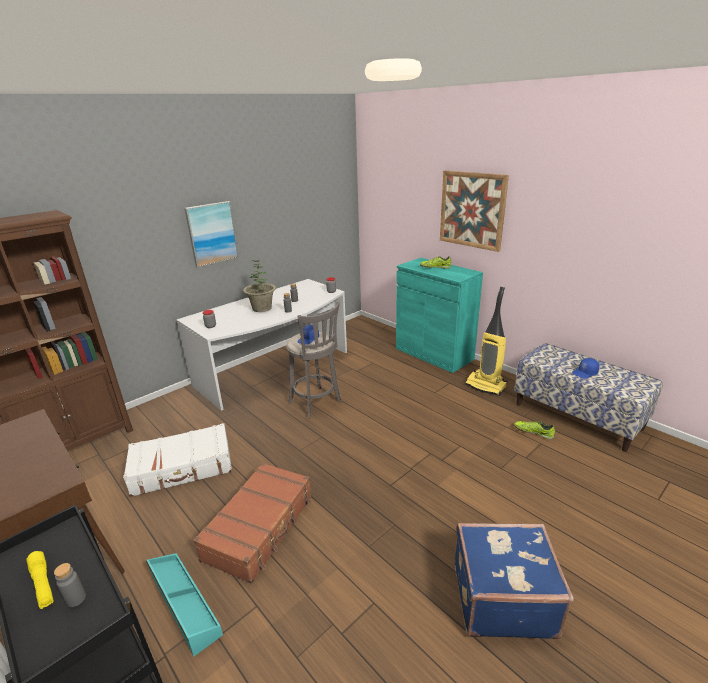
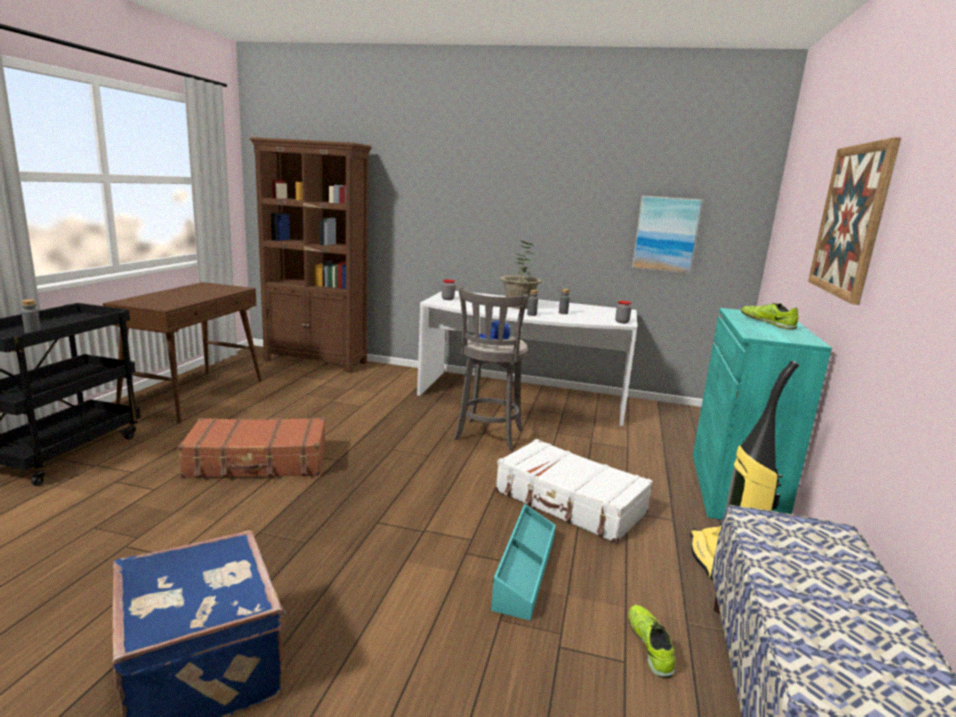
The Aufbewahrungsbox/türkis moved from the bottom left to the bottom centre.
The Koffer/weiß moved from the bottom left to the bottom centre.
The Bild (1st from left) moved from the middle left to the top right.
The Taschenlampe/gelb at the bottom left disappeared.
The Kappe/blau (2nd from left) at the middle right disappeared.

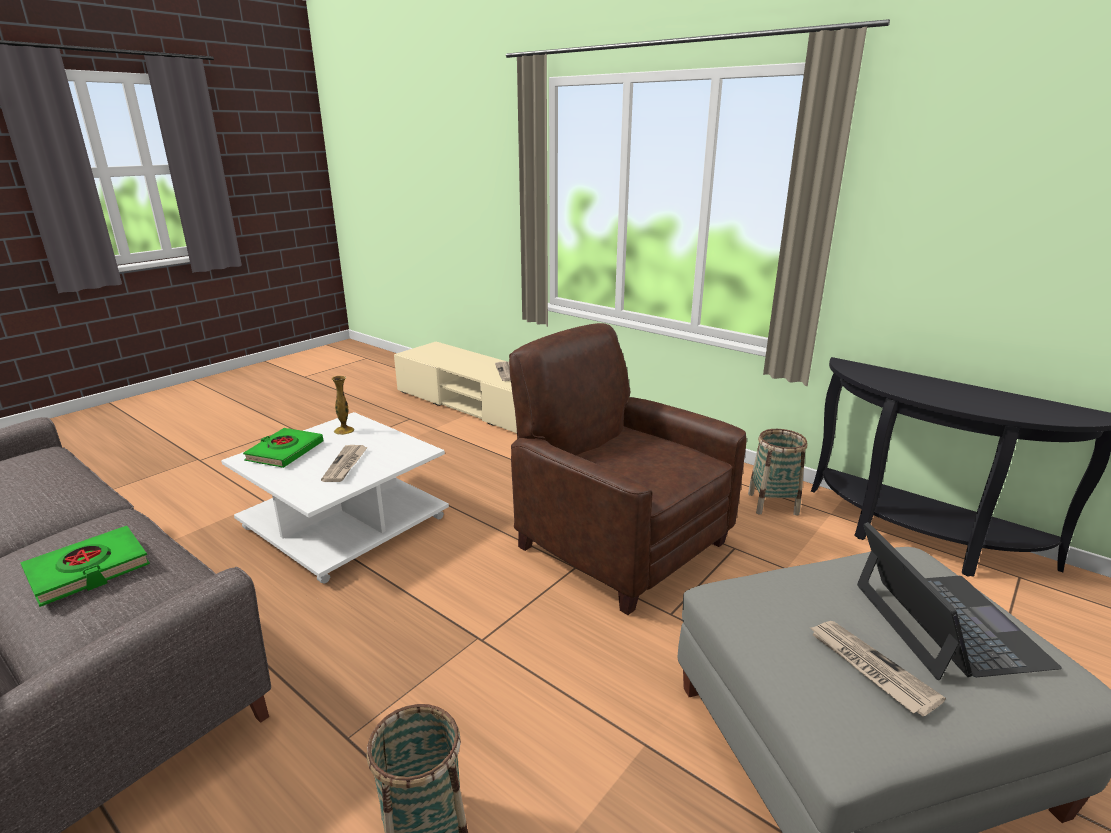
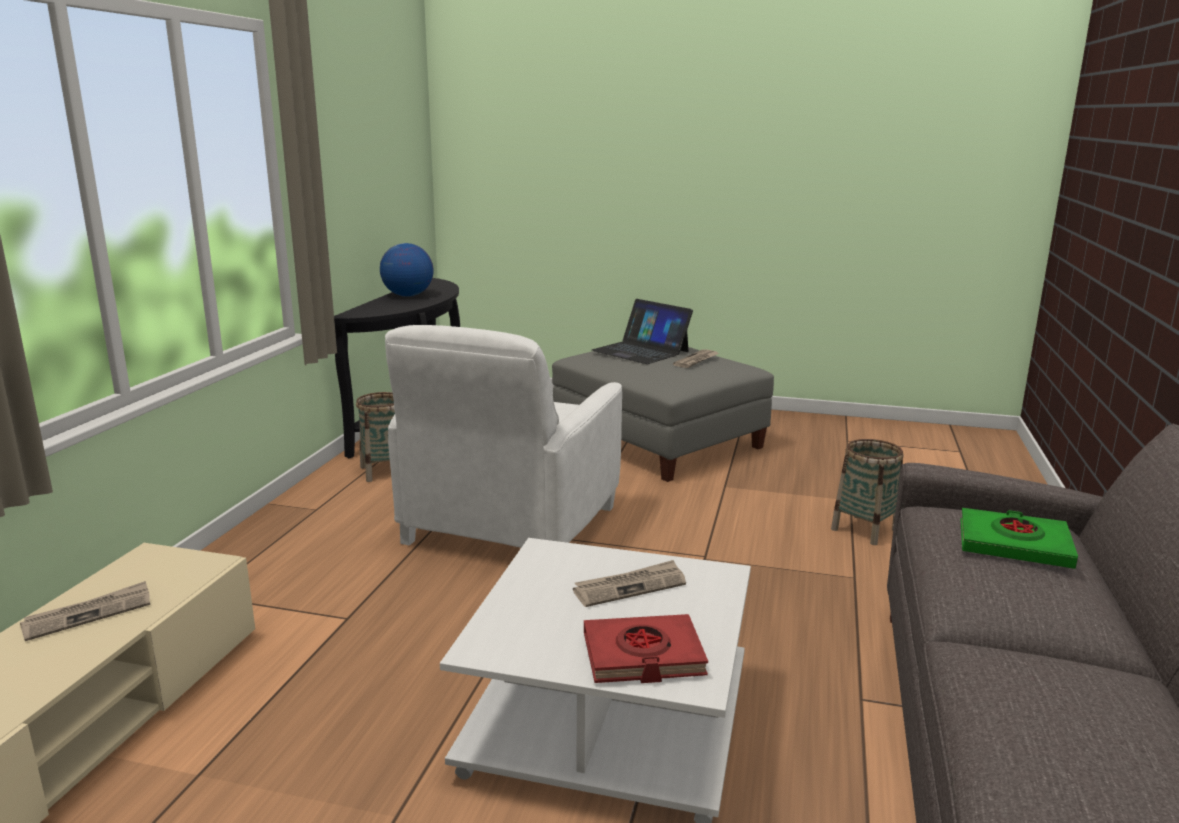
The Globus at the top centre appeared.
The Sessel/braun at the centre became the Sessel/weiß at the centre.
The Buch/grün (2nd from left) at the middle left became the Buch/rot at the bottom centre.
The Laptop at the bottom right turned 105 degrees counterclockwise.
The Vase at the middle left disappeared.

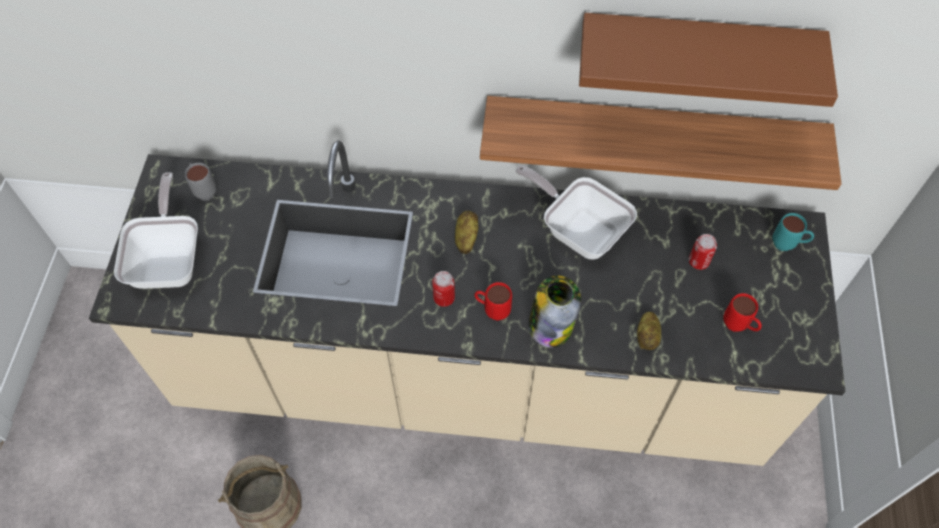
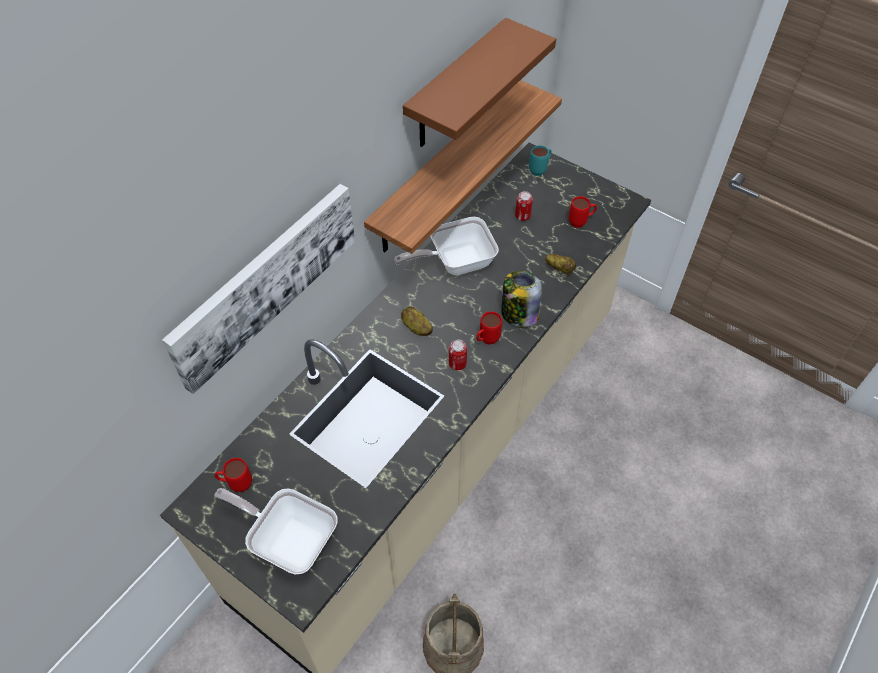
The Bild at the middle left appeared.
The Henkelbecher/grau at the middle left became the Henkelbecher/rot (1st from left) at the bottom left.

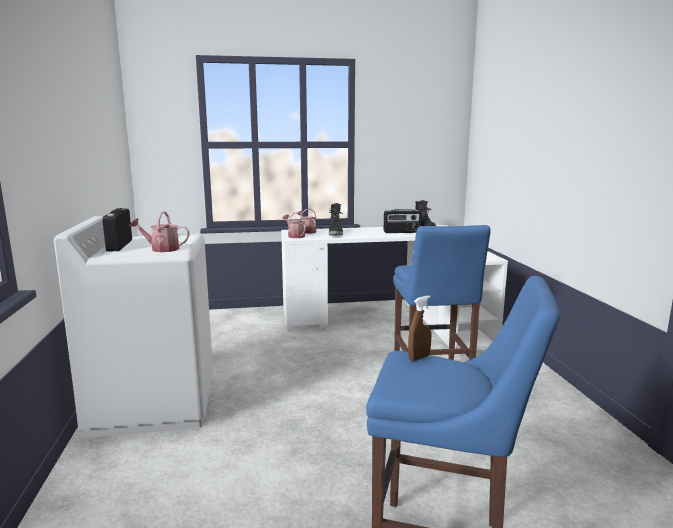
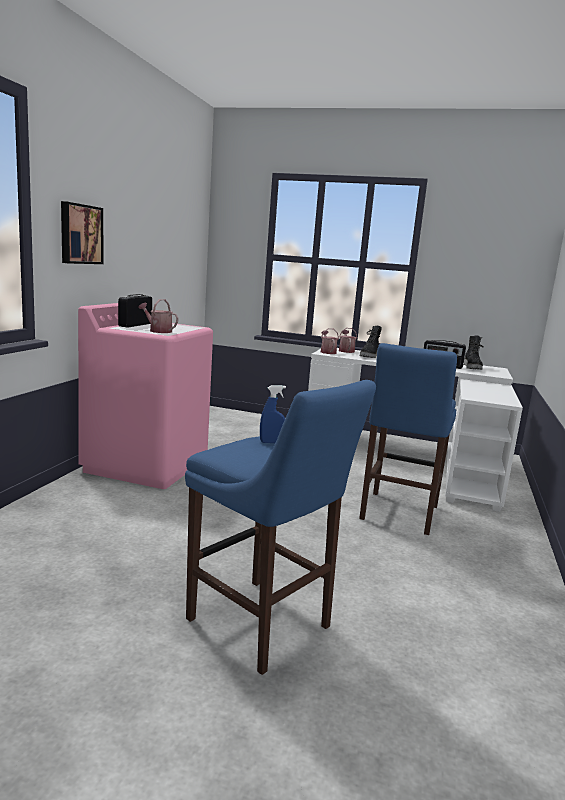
The Bild at the top left appeared.
The Waschmaschine/weiß at the middle left became the Waschmaschine/rosa at the middle left.
The Sprühflasche/braun at the centre became the Sprühflasche/blau at the centre.

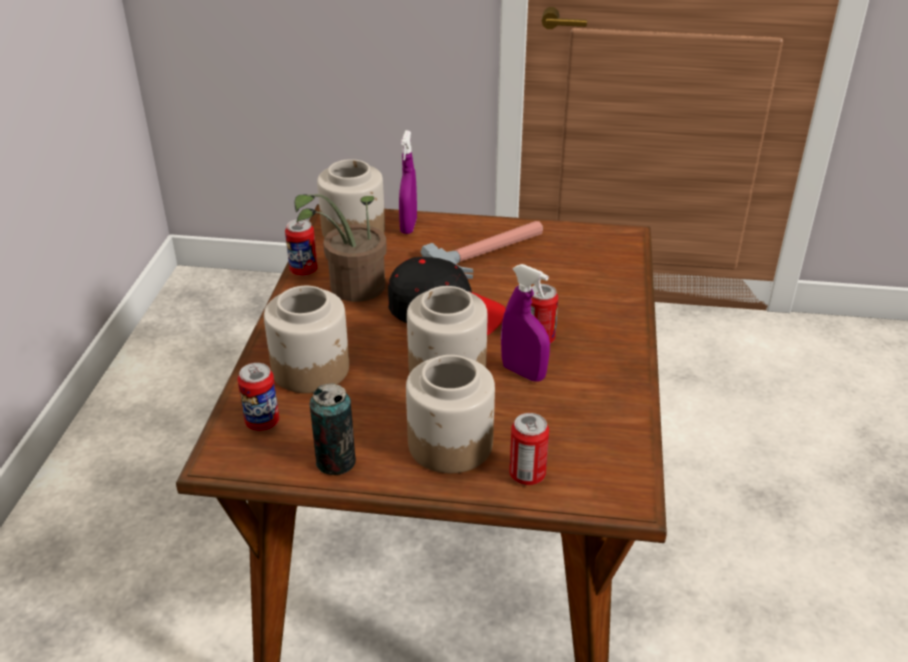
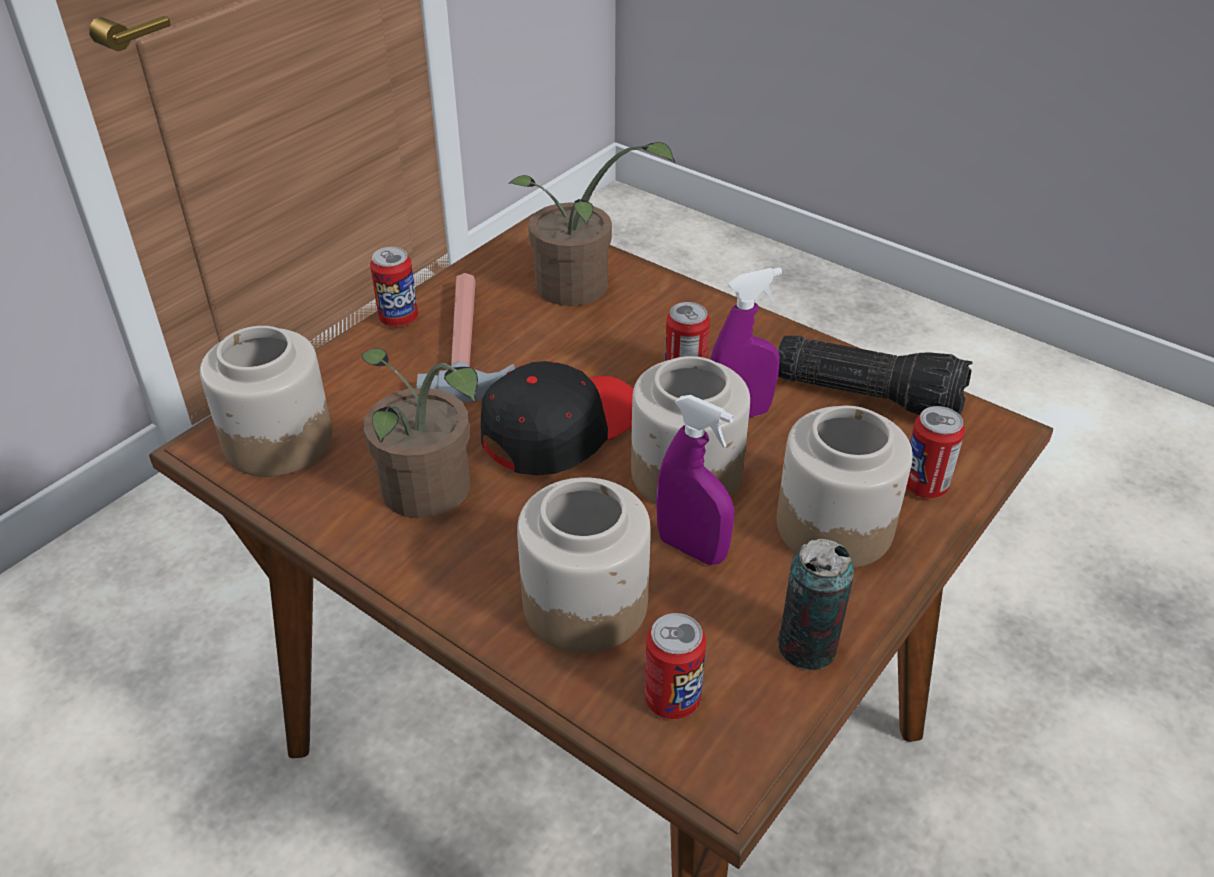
The Dose (2nd from left in the first image) moved from the middle left to the top left.
The Topfpflanze (2nd from left) at the top centre appeared.
The Sprühflasche/lila (1st from left) moved from the top centre to the centre.
The Taschenlampe at the middle right appeared.

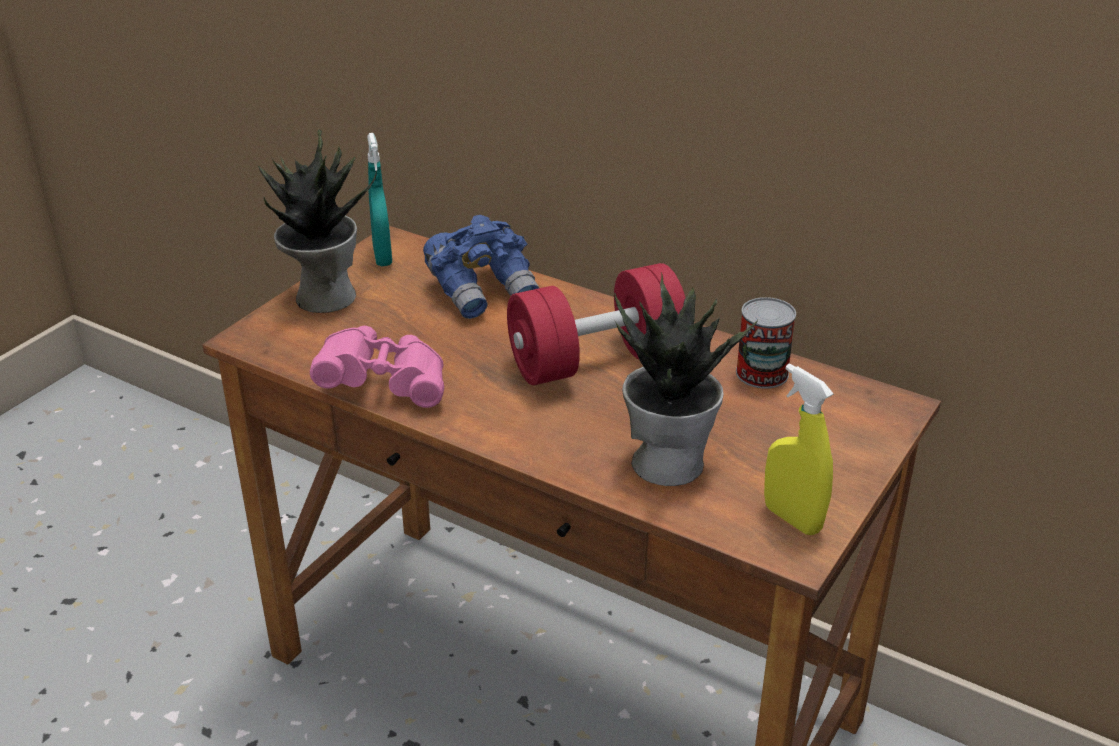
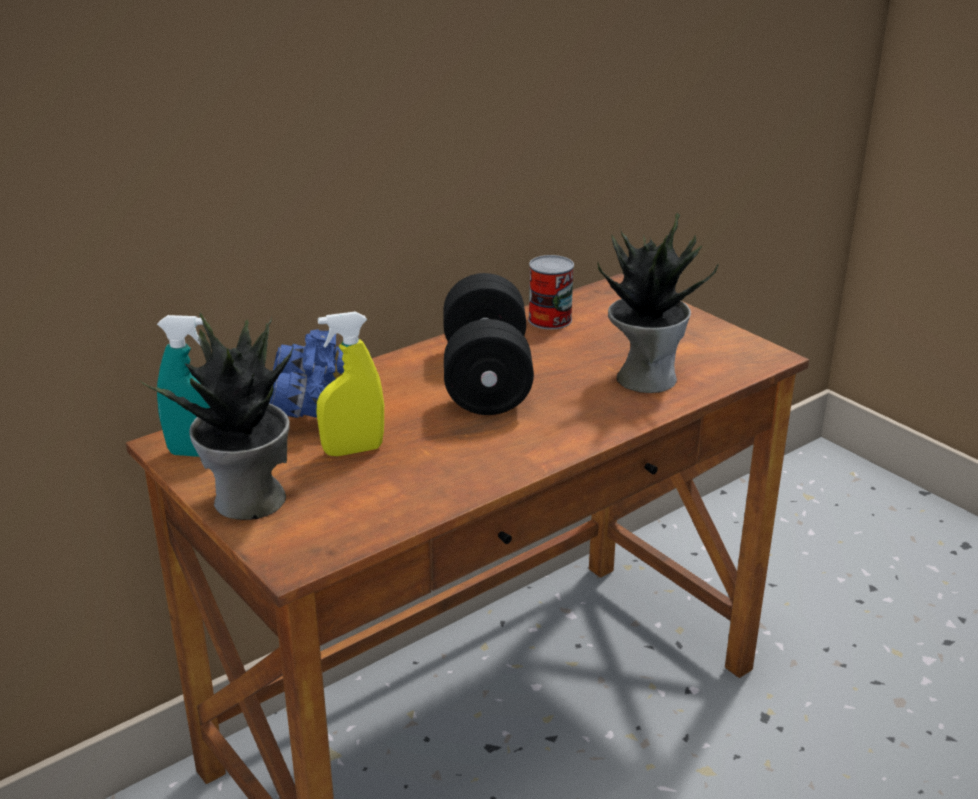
The Sprühflasche/gelb moved from the middle right to the centre.
The Hantel/rot at the centre became the Hantel/schwarz at the centre.
The Fernglas/rosa at the centre disappeared.

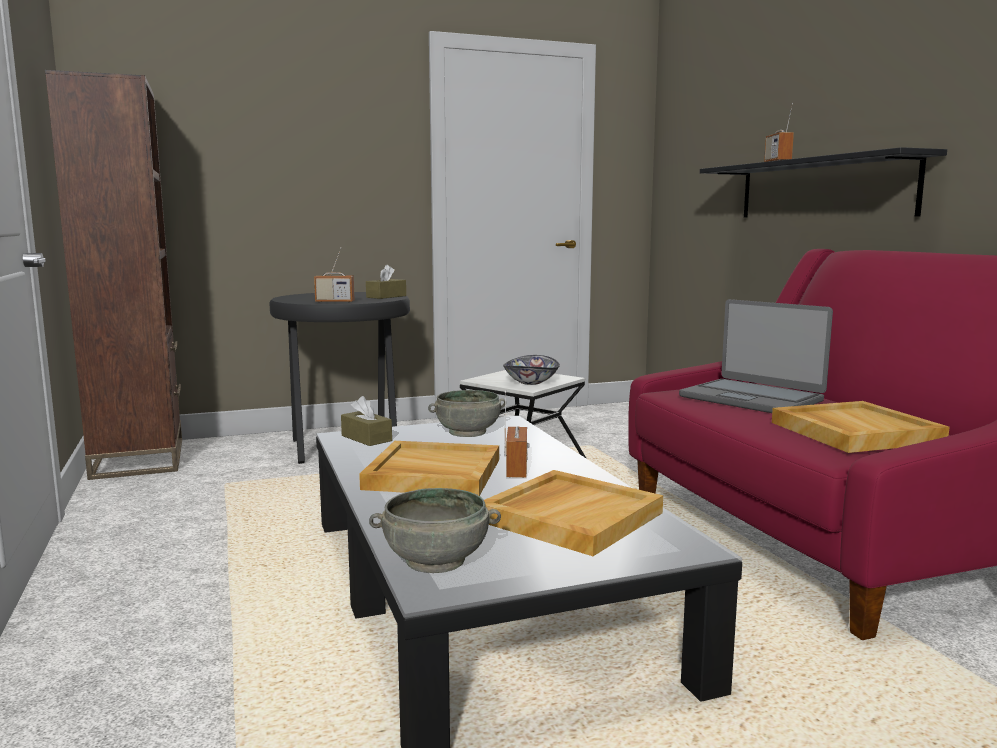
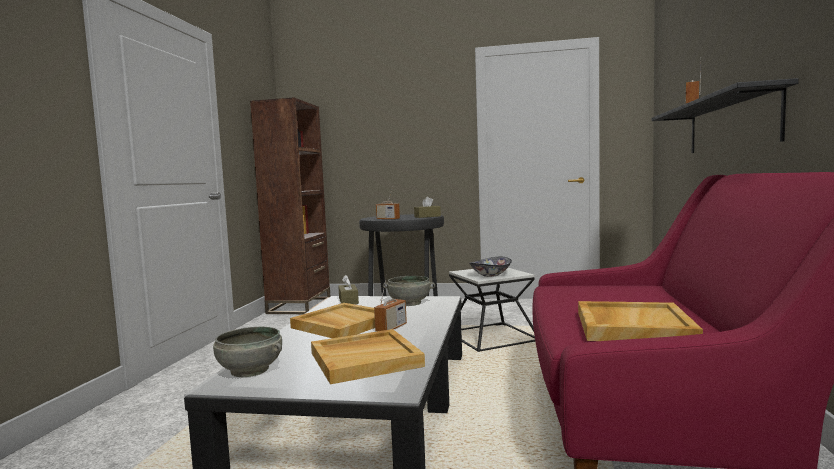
The Laptop at the middle right disappeared.

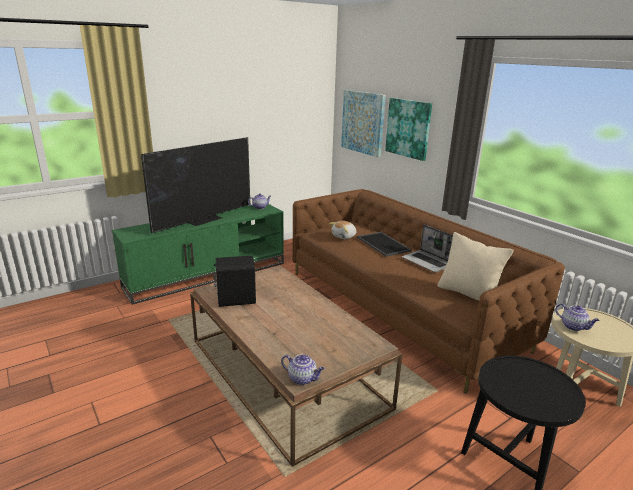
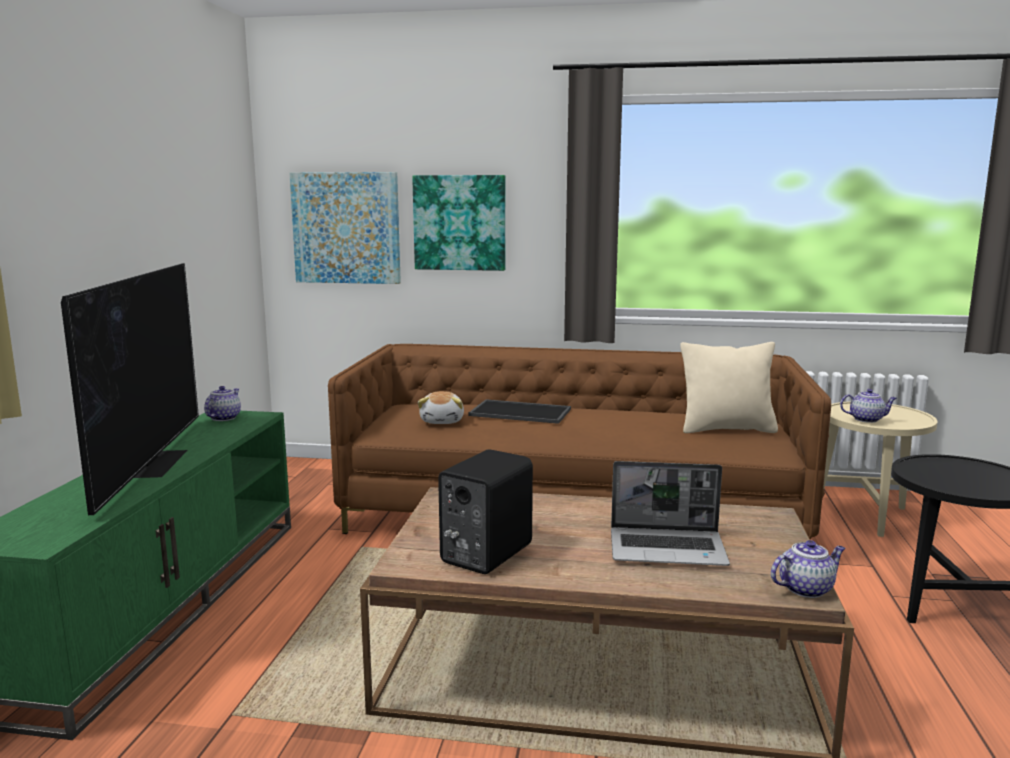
The Laptop moved from the middle right to the bottom centre.

